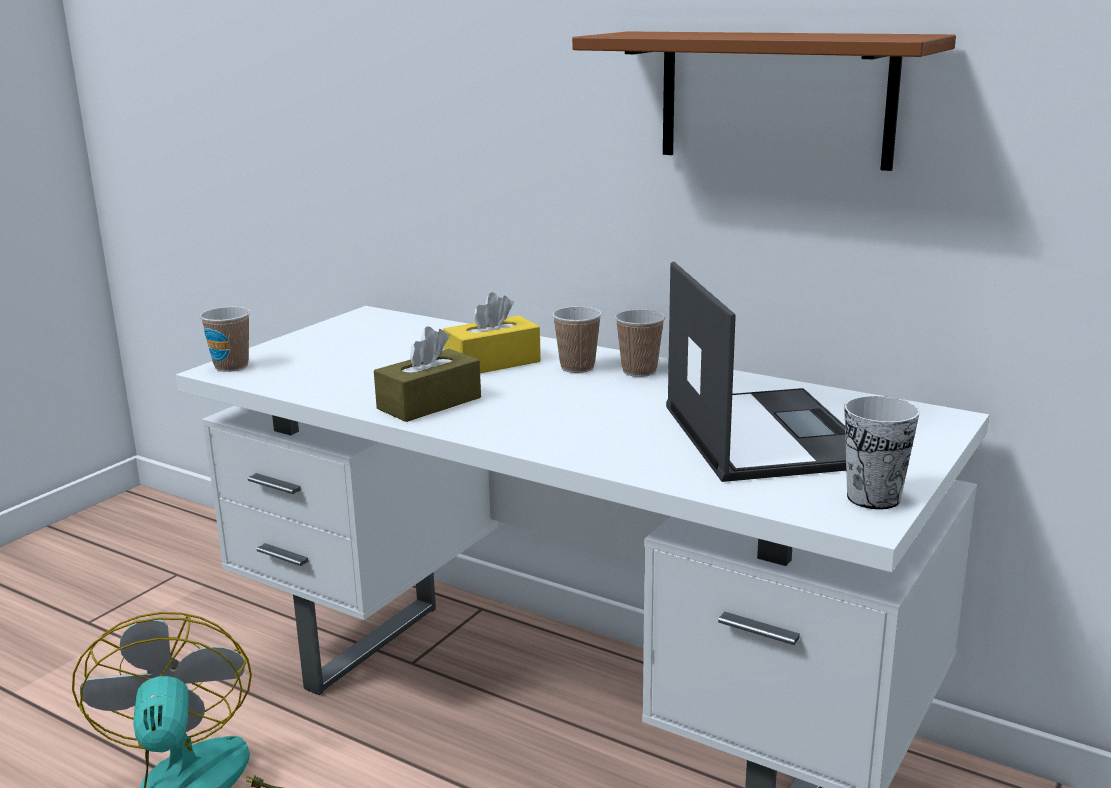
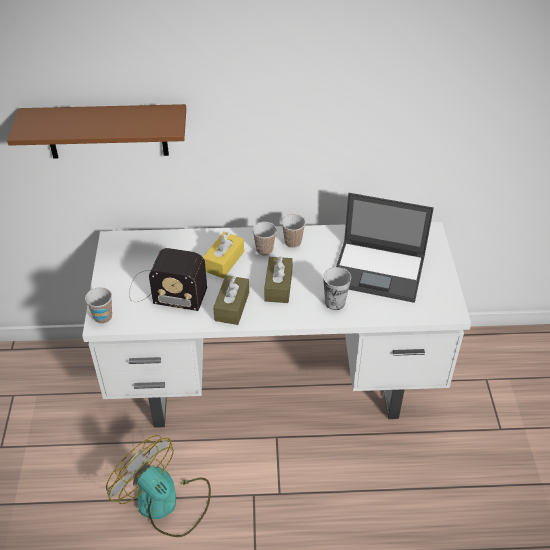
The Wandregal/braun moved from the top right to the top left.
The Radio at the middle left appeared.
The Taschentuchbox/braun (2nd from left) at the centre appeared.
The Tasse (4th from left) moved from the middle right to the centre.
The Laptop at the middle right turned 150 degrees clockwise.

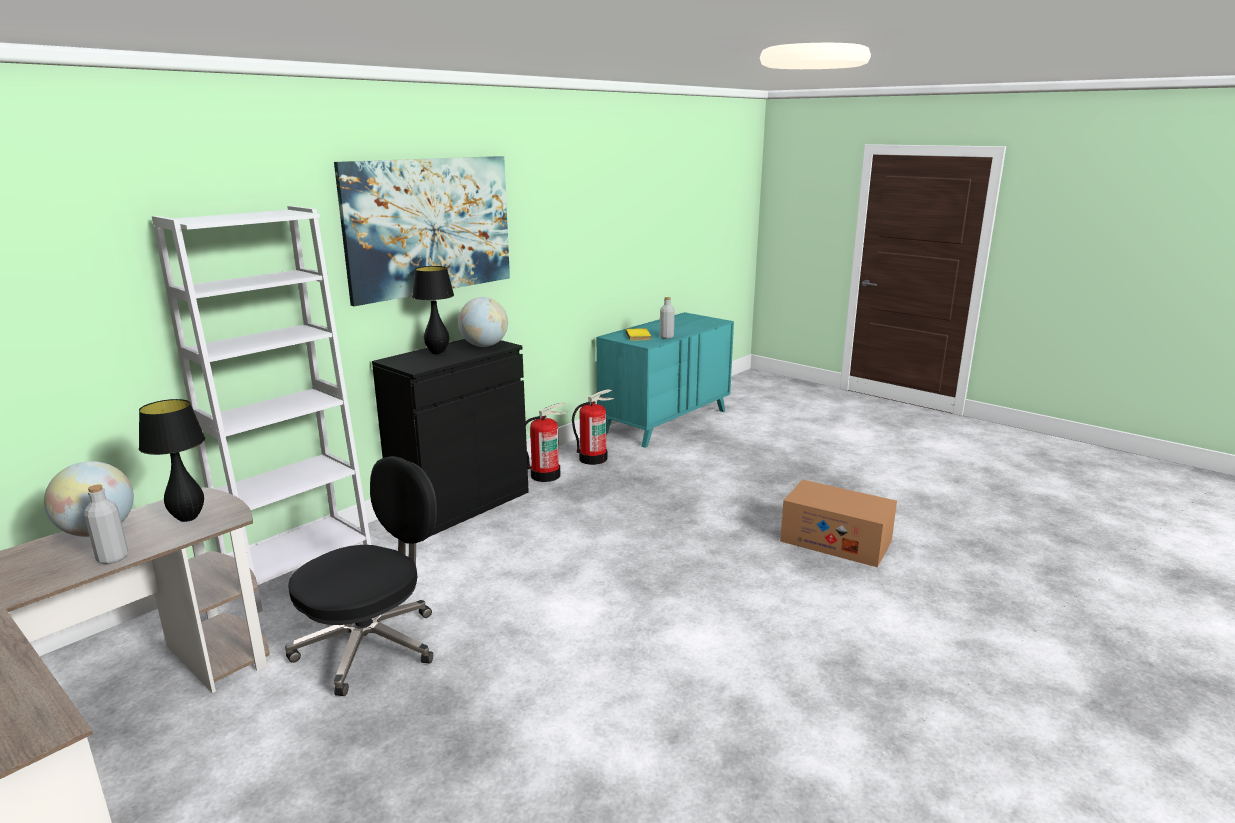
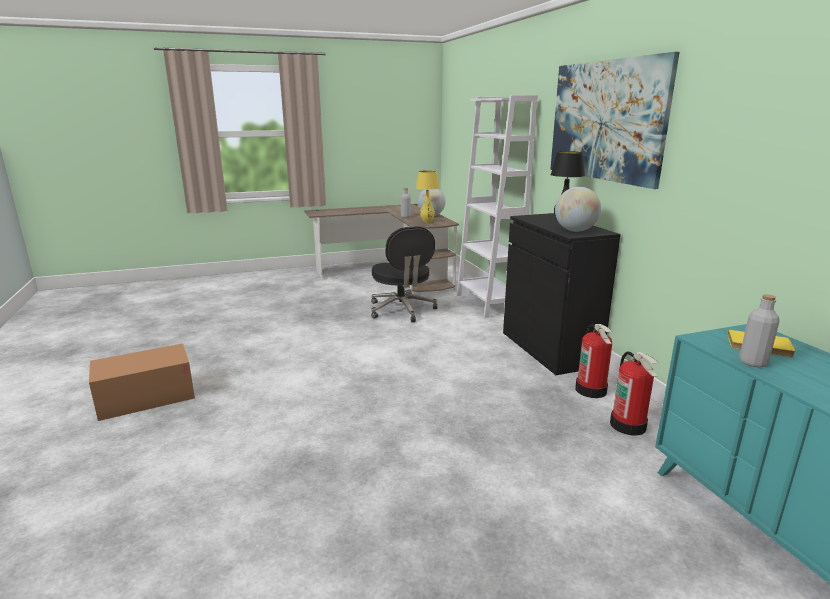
The Karton moved from the middle right to the middle left.
The Tischlampe/schwarz (1st from left) at the middle left became the Tischlampe/gelb at the top centre.

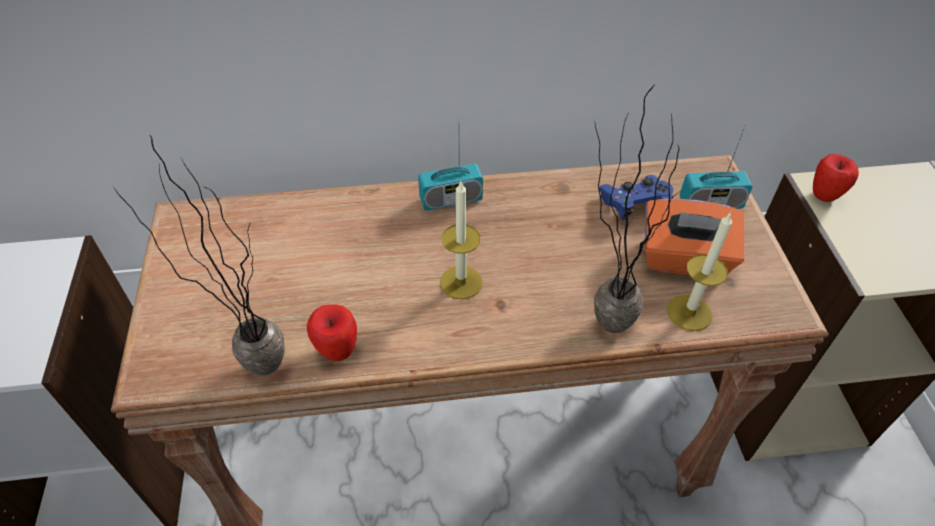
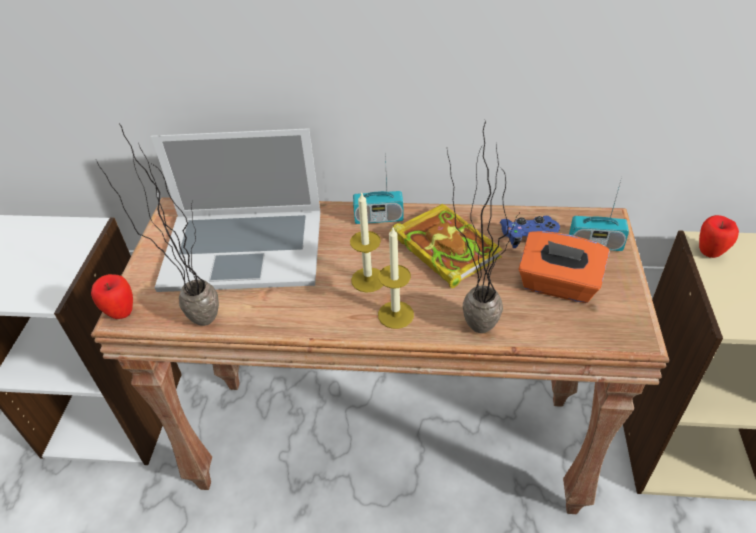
The Apfel (1st from left) moved from the centre to the middle left.
The Laptop at the middle left appeared.
The Kerze (2nd from left) moved from the middle right to the centre.
The Buch at the centre appeared.

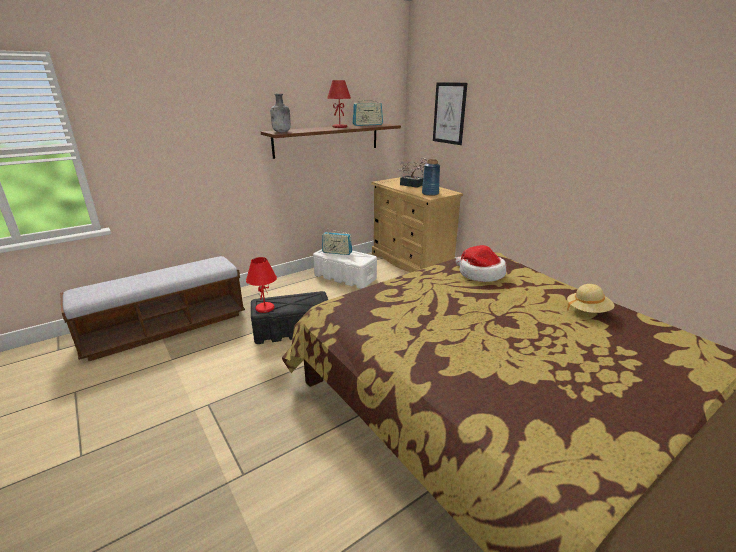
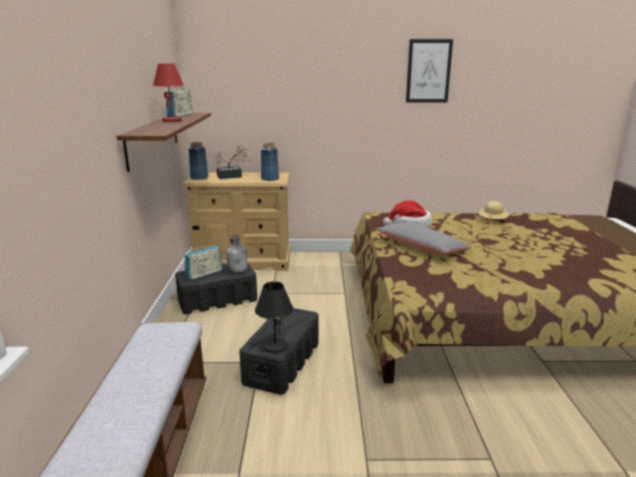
The Aufbewahrungsbox/weiß at the centre became the Aufbewahrungsbox/schwarz (1st from left) at the centre.
The Vase/blau (1st from left) at the middle left appeared.
The Flasche/grau moved from the top centre to the centre.
The Tischlampe/rot (1st from left) at the centre became the Tischlampe/schwarz at the centre.
The Kissen/grau at the centre appeared.
The Bild moved from the top centre to the top right.

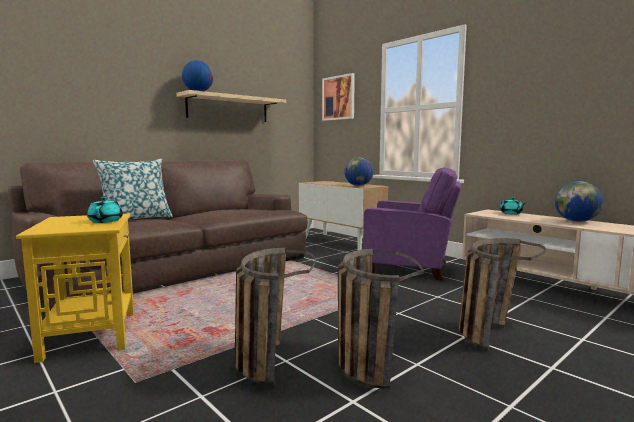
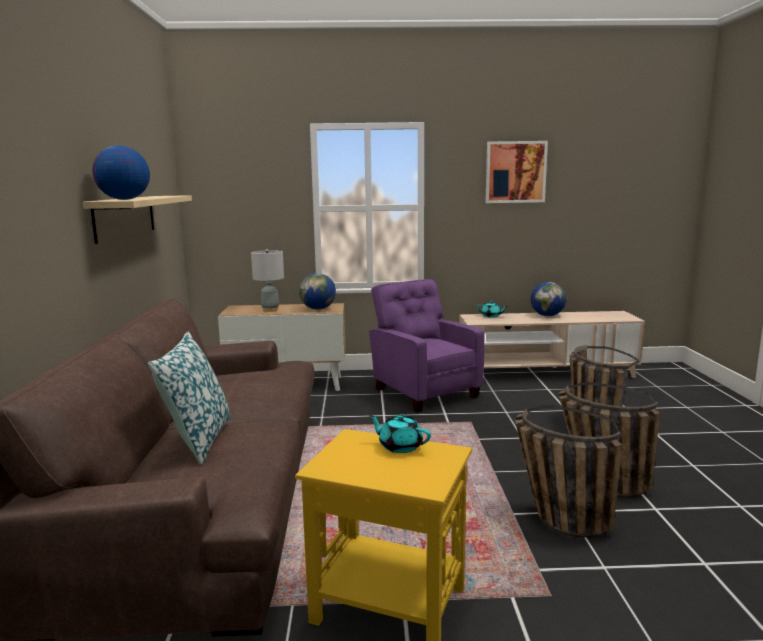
The Tischlampe/grau at the centre appeared.
The Sessel/lila at the centre turned 90 degrees counterclockwise.
The Bild moved from the top centre to the top right.

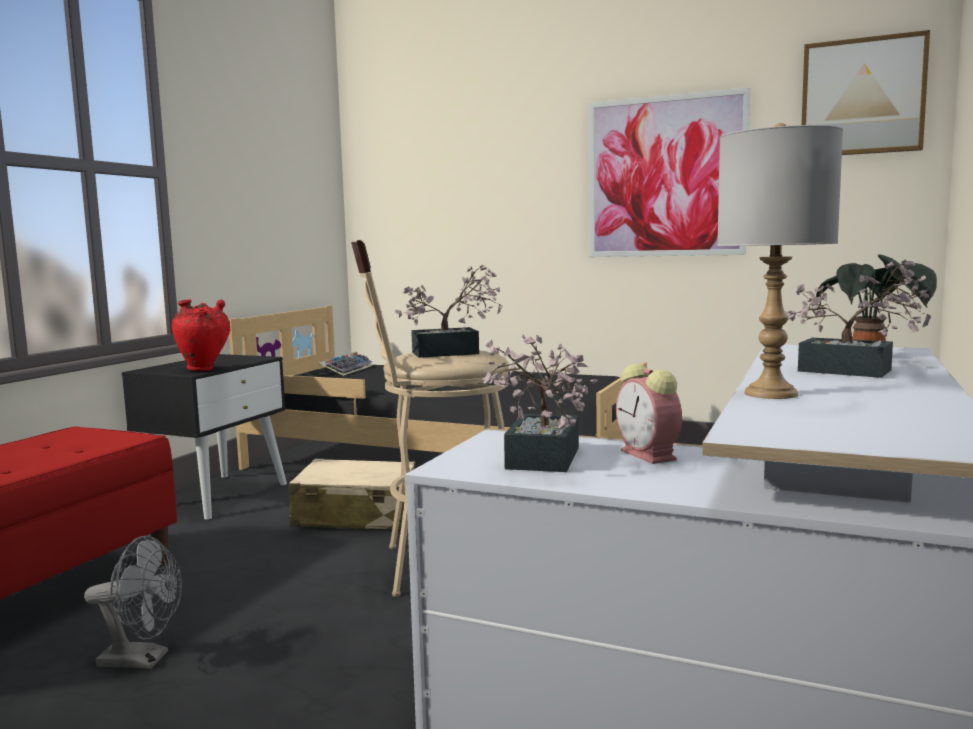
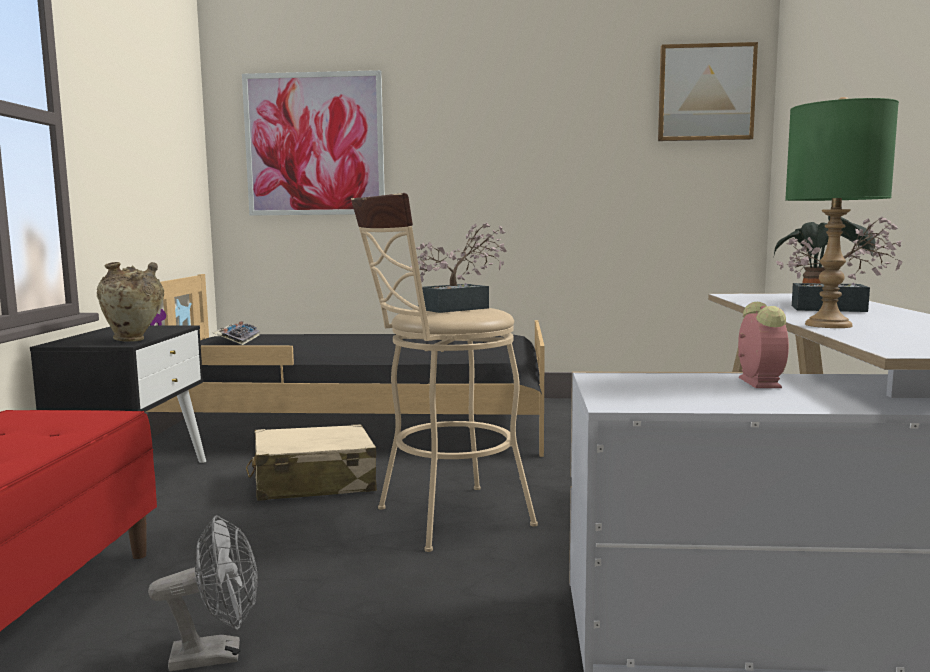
The Vase/rot at the middle left became the Vase/beige at the middle left.
The Bild (1st from left) moved from the top right to the top centre.
The Wecker at the middle right turned 135 degrees counterclockwise.
The Tischlampe/grau at the middle right became the Tischlampe/grün at the top right.
The Topfpflanze (2nd from left) at the centre disappeared.

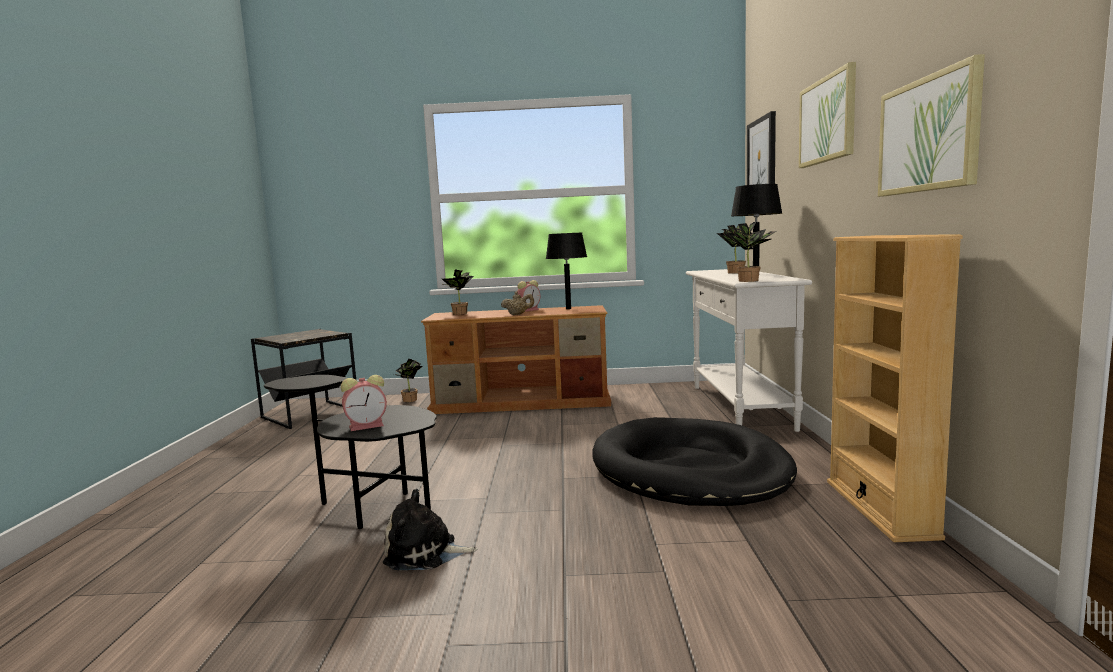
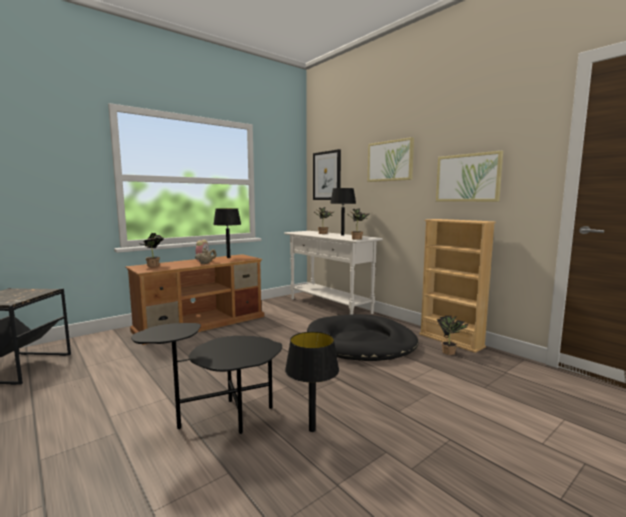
The Plüschtier at the bottom centre was replaced by the Tischlampe/schwarz (2nd from left) at the bottom centre.
The Topfpflanze (1st from left in the first image) moved from the centre to the middle right.
The Wecker (1st from left) at the middle left disappeared.

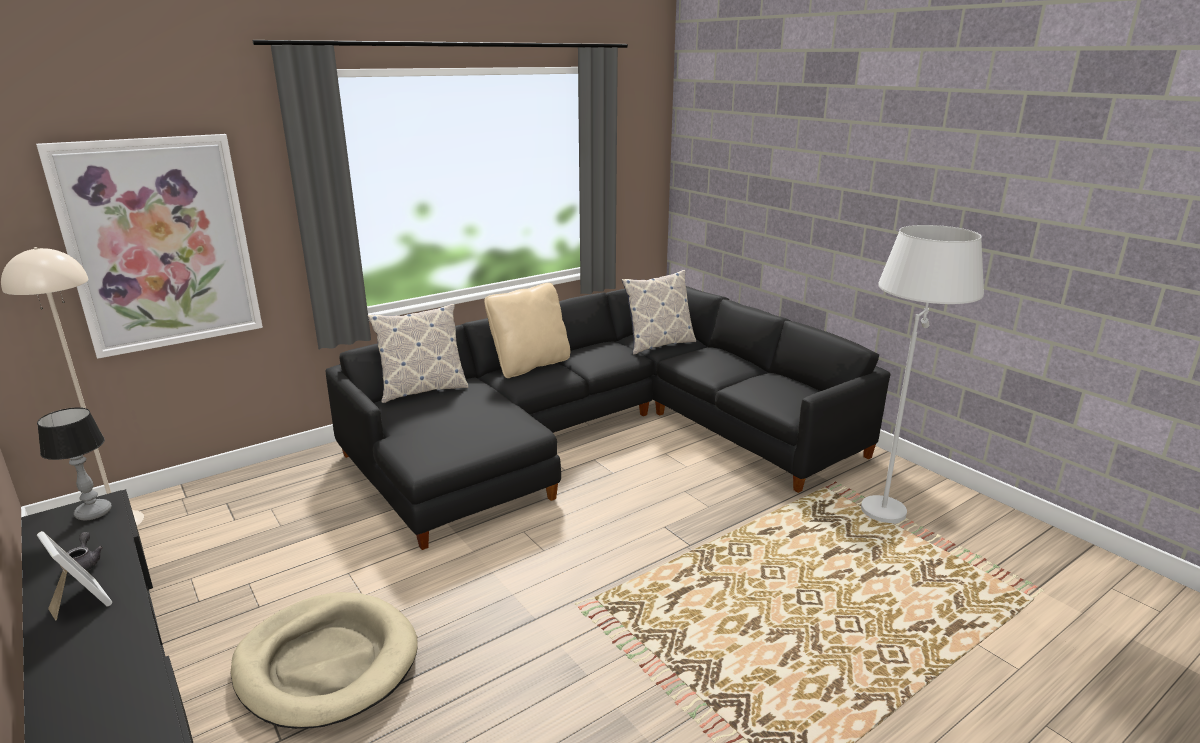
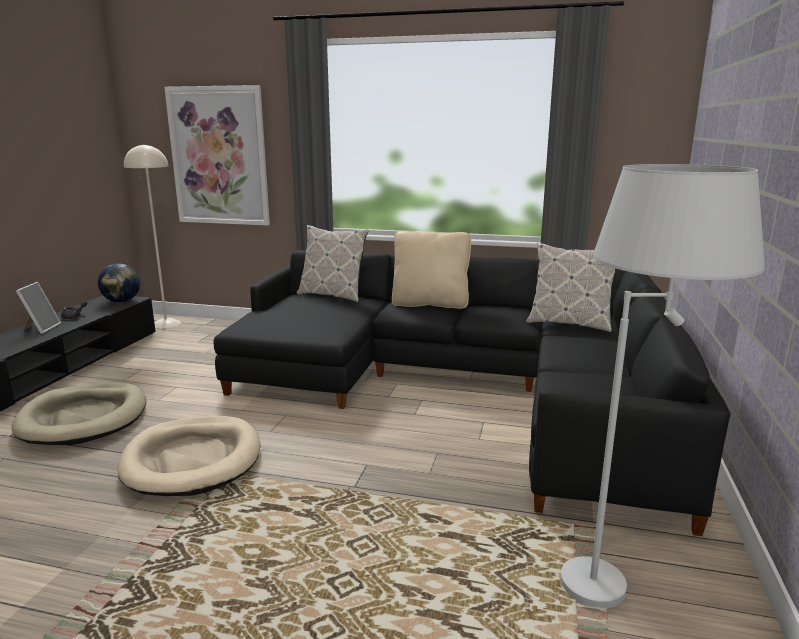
The Tischlampe at the middle left was replaced by the Globus at the middle left.
The Hundebett/beige (2nd from left) at the bottom left appeared.

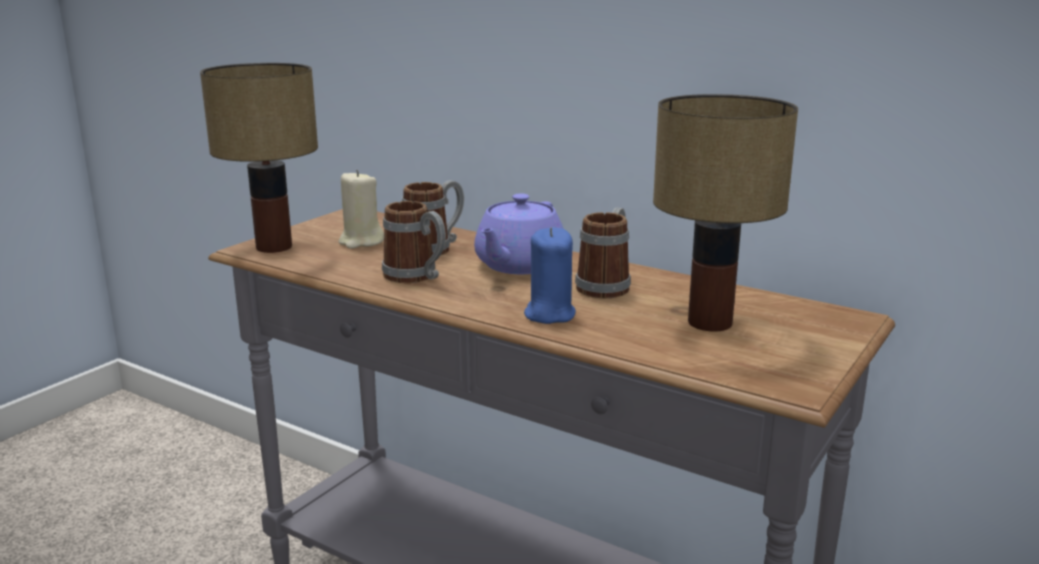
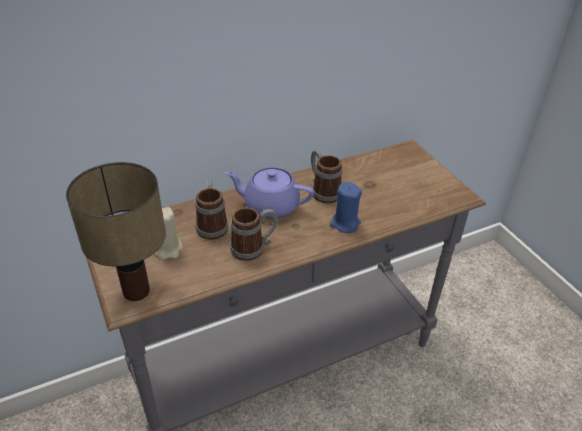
The Teekanne/lila at the centre turned 135 degrees clockwise.
The Tischlampe (2nd from left) at the middle right disappeared.

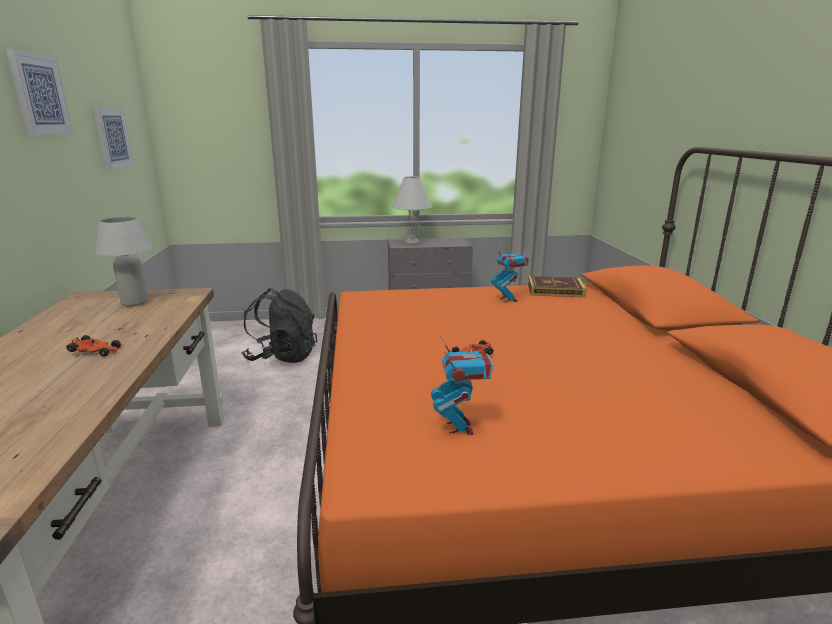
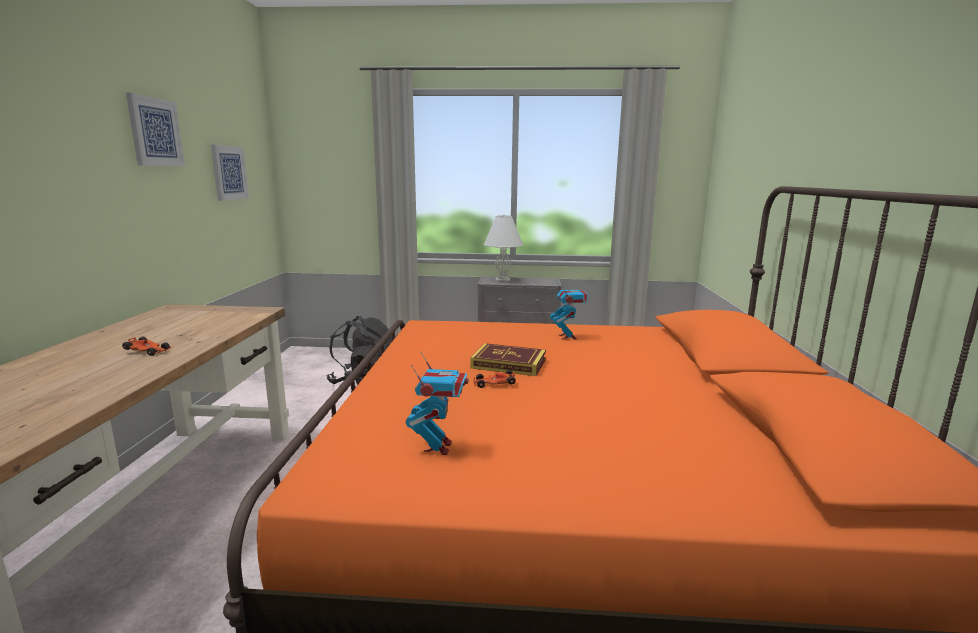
The Buch moved from the middle right to the centre.
The Tischlampe/weiß (1st from left) at the middle left disappeared.

